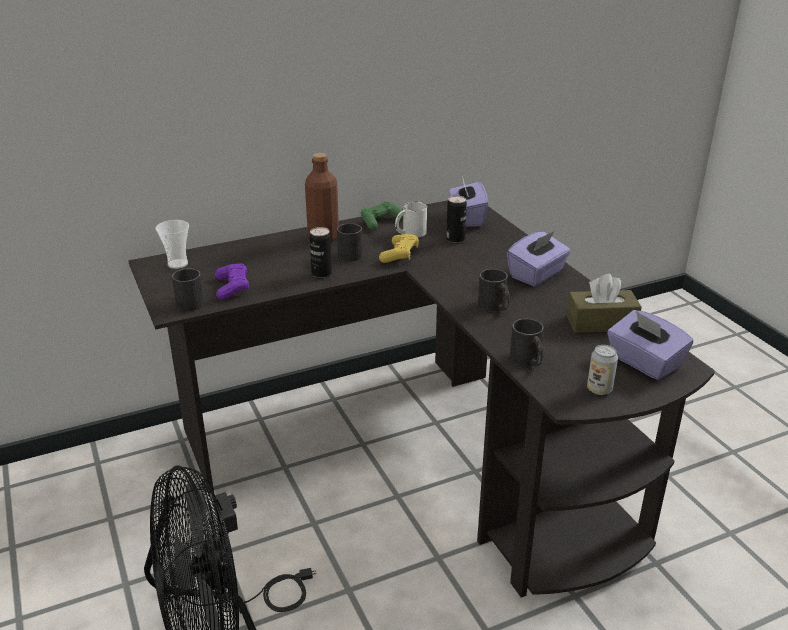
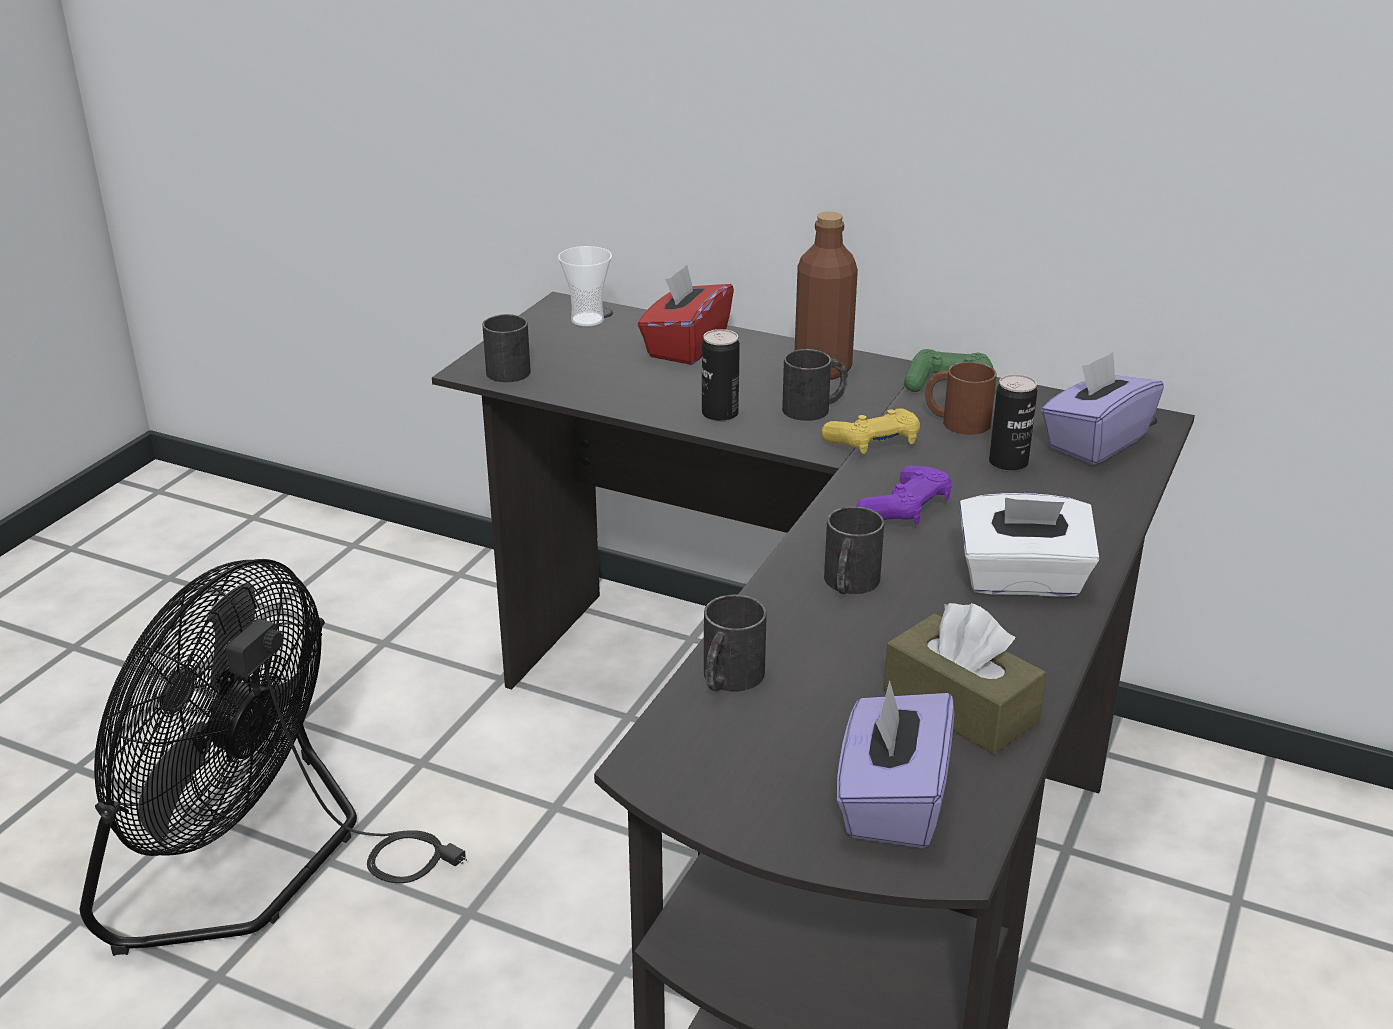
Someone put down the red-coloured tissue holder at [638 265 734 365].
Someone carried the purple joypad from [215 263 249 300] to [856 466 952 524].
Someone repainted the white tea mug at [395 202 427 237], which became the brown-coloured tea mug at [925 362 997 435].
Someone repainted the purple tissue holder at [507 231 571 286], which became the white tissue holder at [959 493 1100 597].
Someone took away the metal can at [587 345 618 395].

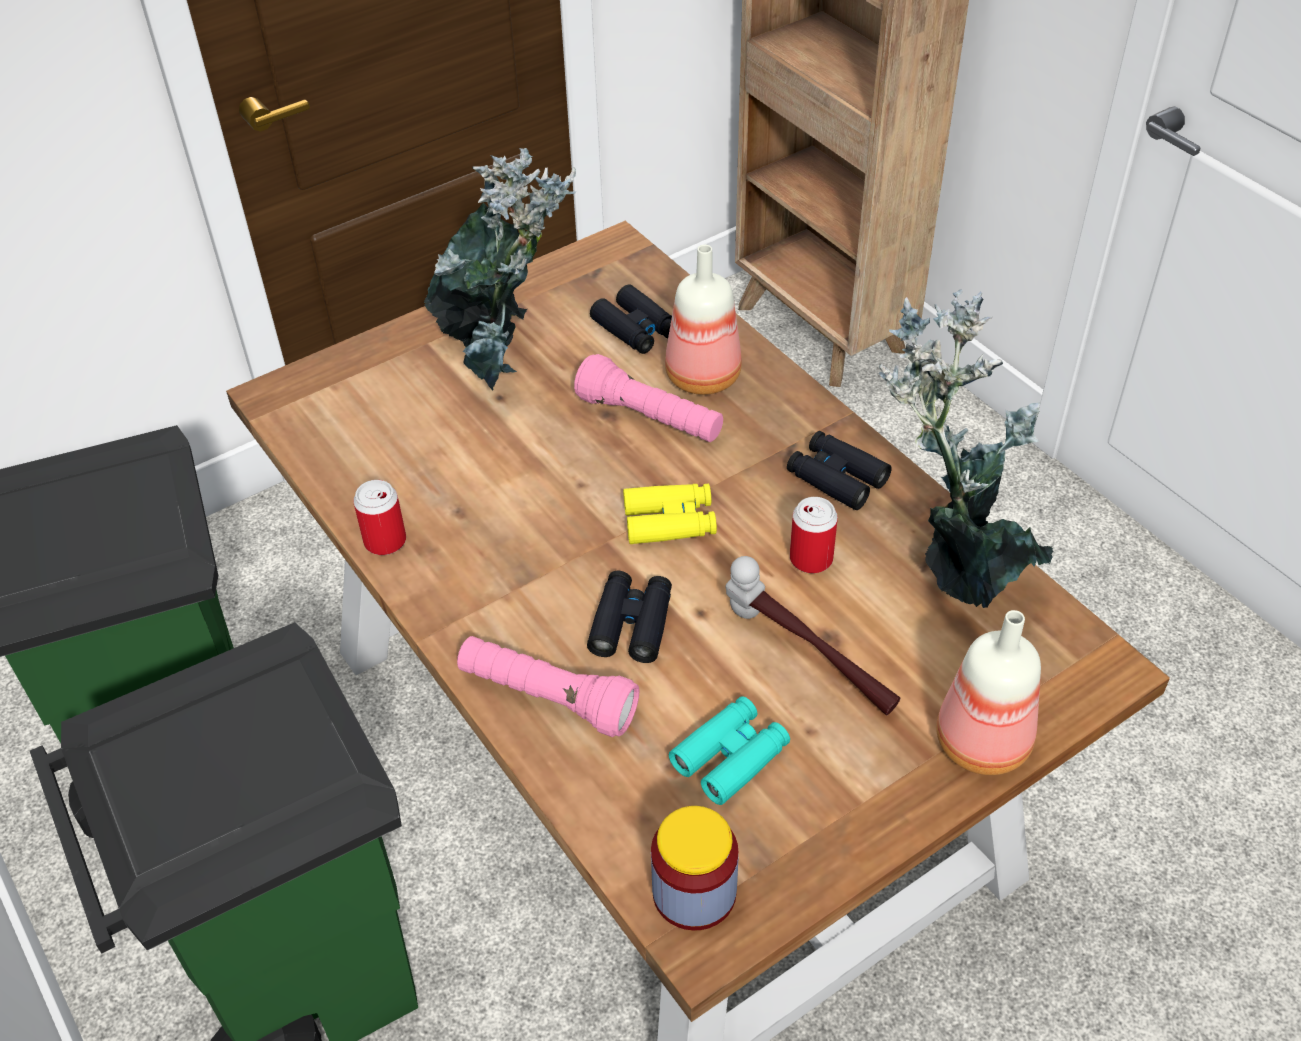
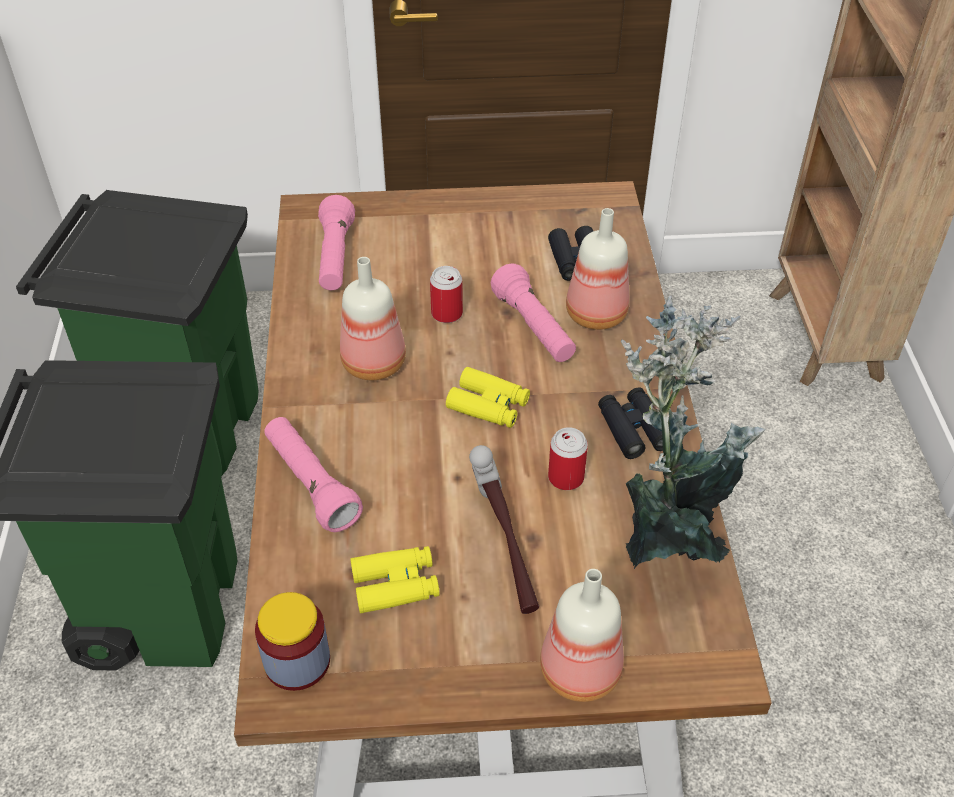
Someone put down the pink-coloured hand torch at [318 195 355 290].
Someone put down the bottle at [340 257 406 380].
Someone repainted the turquoise field glasses at [669 696 790 805], which became the yellow-coloured field glasses at [350 546 440 613].
Someone carried the metal can from [353 480 406 555] to [430 266 463 323].
Someone took away the plant in a pot at [424 148 577 390].
Someone took away the blackish field glasses at [587 571 672 663].

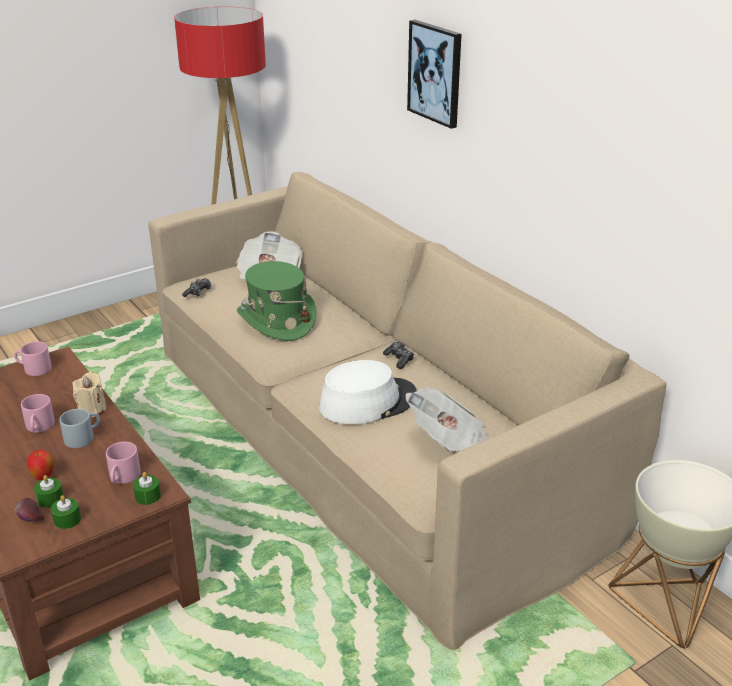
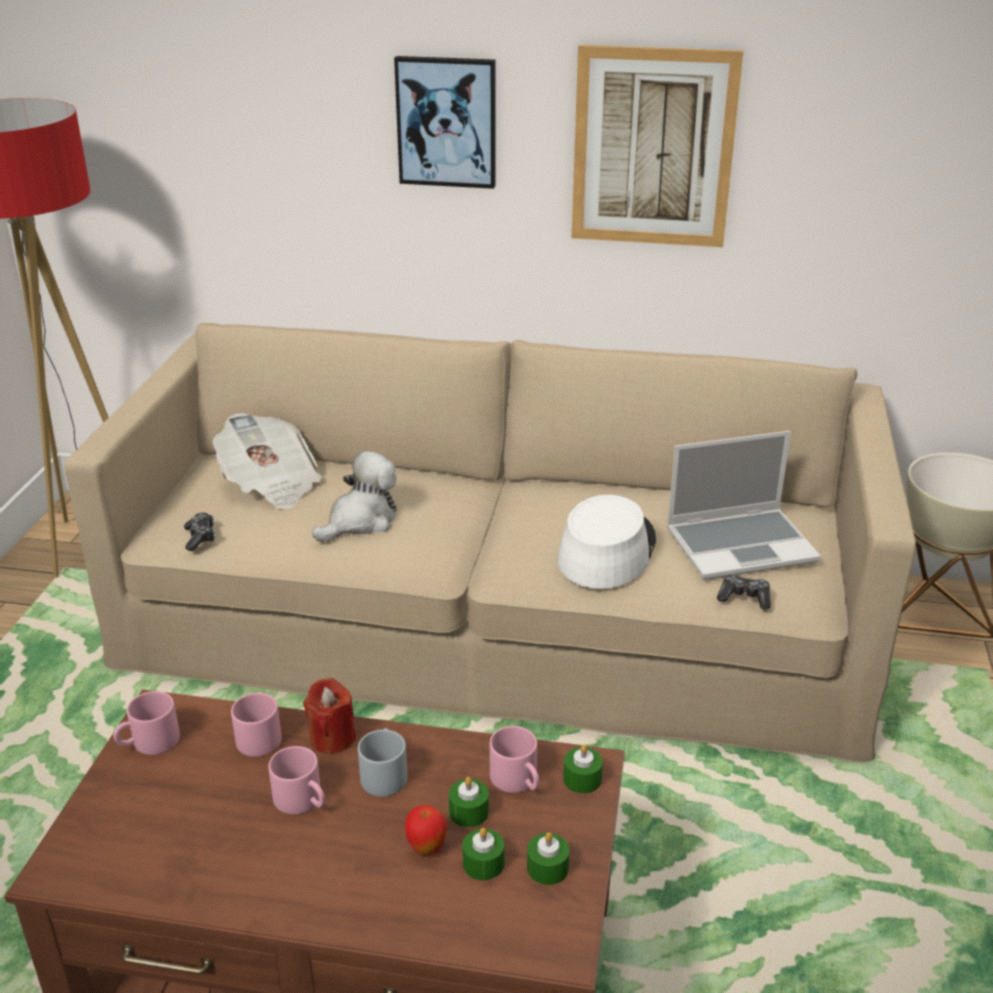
Someone put down the pink-coloured tea mug at [231 692 282 757].
Someone repainted the beige-coloured candle at [72 372 106 418], which became the red-coloured candle at [303 678 356 754].
Someone swapped the greenish hat at [237 261 317 341] for the soft toy at [312 451 397 542].
Someone put down the greenish candle at [449 777 489 827].
Someone put up the wall art at [572 45 743 247].
Someone swapped the daily paper at [405 387 488 452] for the laptop at [667 431 821 580].
Someone carried the joypad from [383 342 414 369] to [717 574 771 609].
Someone took away the apple fruit at [15 498 44 522].

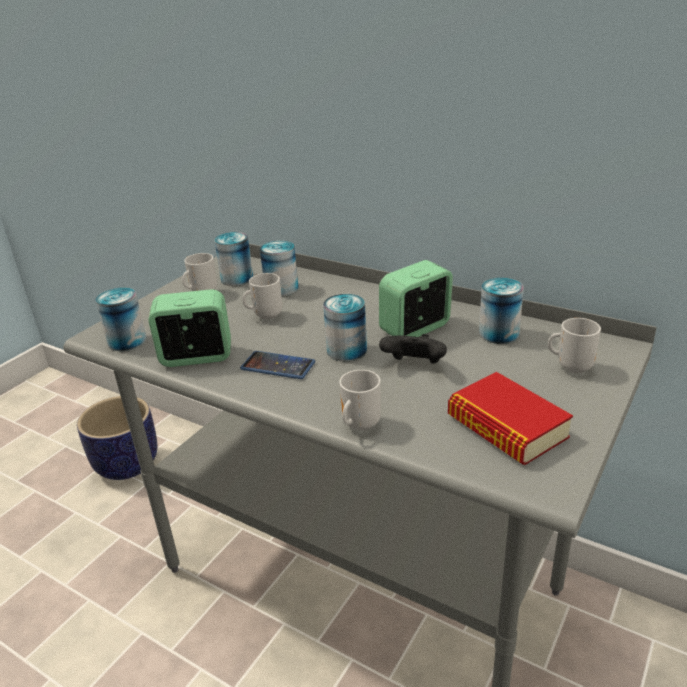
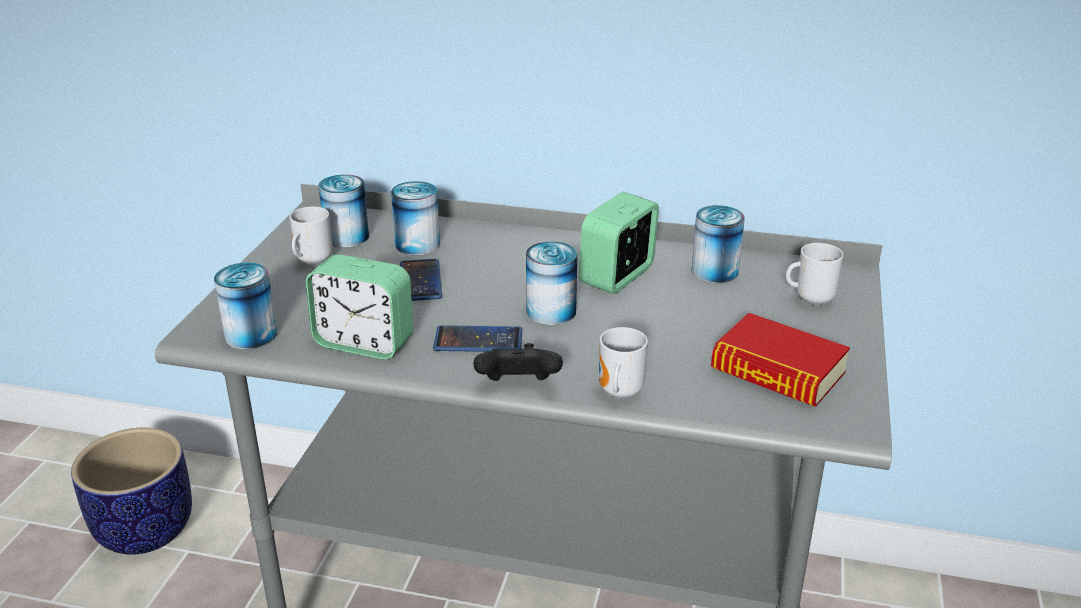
Someone rotated the bedside clock at [148 289 231 367] by 135 degrees counterclockwise.
Someone swapped the tea mug at [242 273 282 320] for the phone at [400 259 442 301].
Someone carried the blackish joypad from [379 334 447 364] to [473 343 563 381].

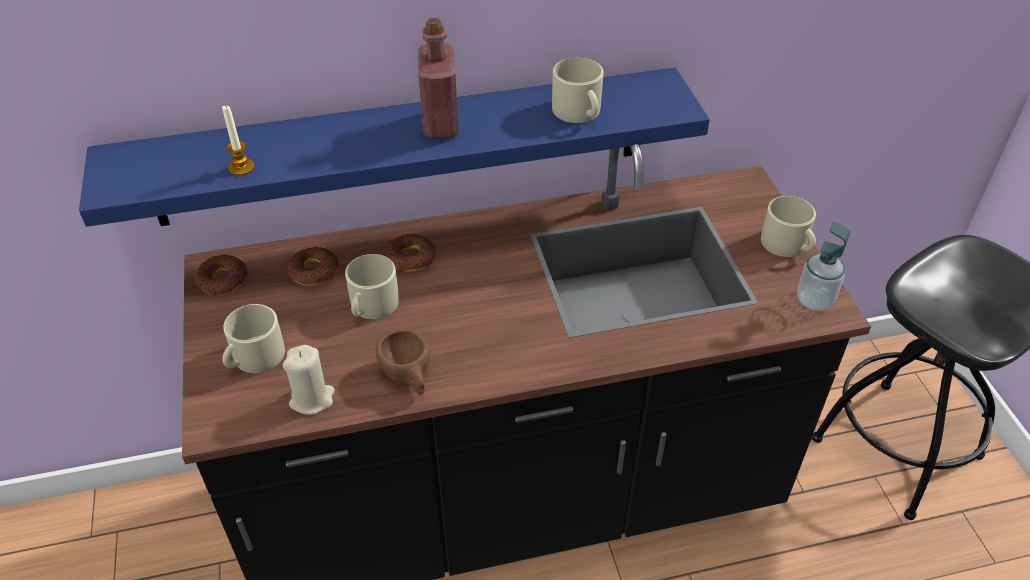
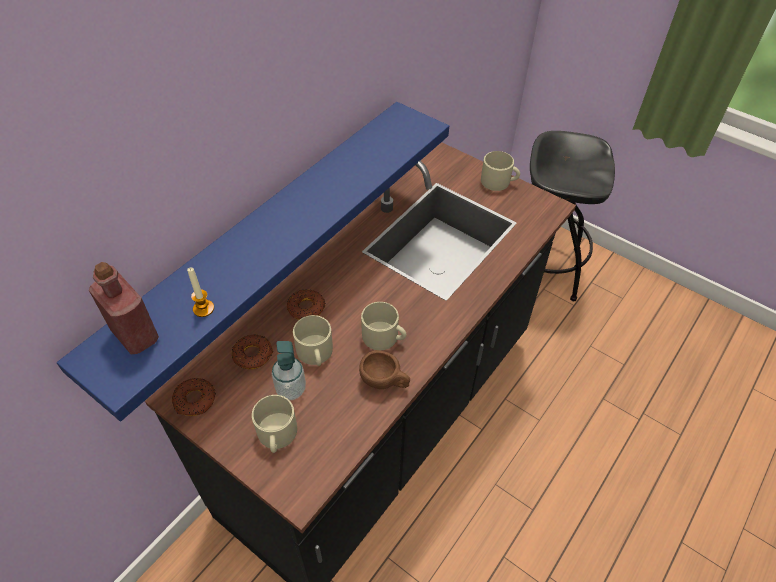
Someone carried the red-coloured bottle from [418 18 459 138] to [89 262 159 355].
Someone carried the soap dispenser from [797 222 850 311] to [272 341 306 400].
Someone carried the beige-coloured tea mug from [552 58 604 123] to [361 302 407 350].
Someone took away the beige-coloured candle at [283 345 335 415].

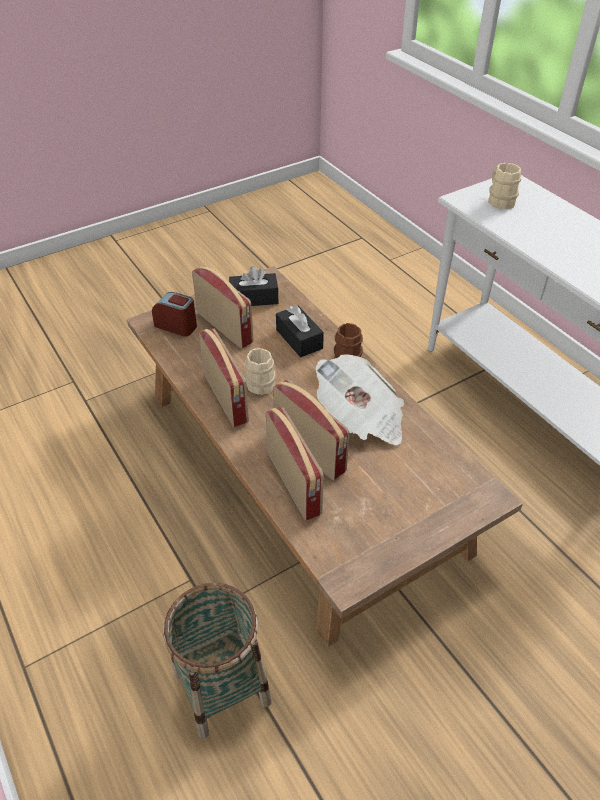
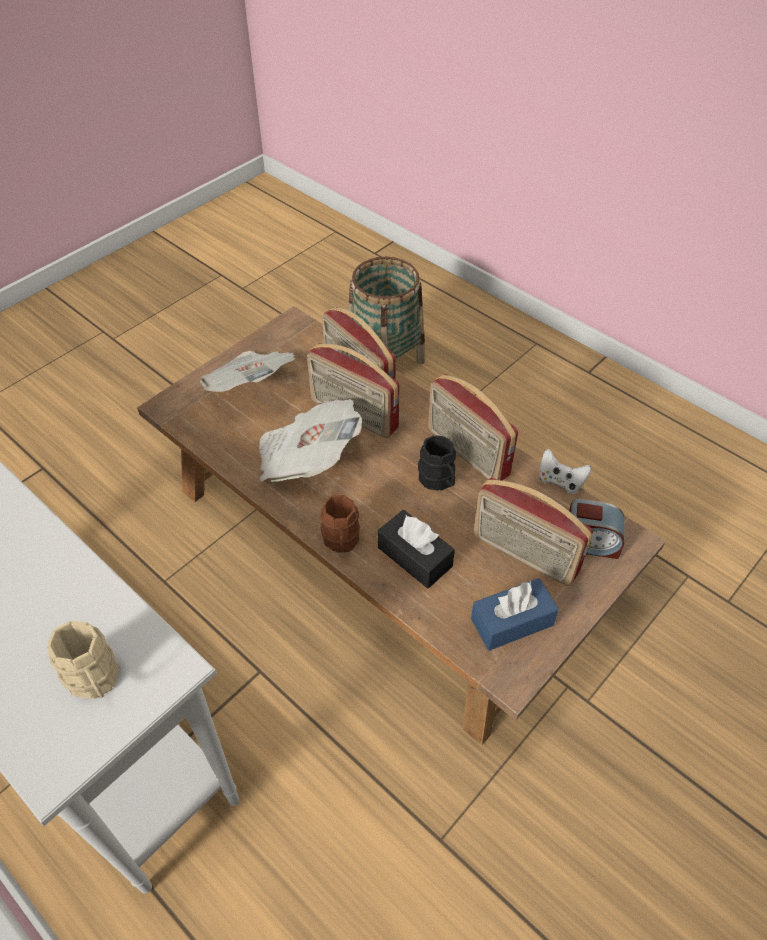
Someone put down the daily paper at [200 351 295 392].
Someone repainted the beige-coloured tea mug at [245 348 276 395], which became the blackish tea mug at [418 435 456 491].
Someone repainted the blackish tissue holder at [229 266 279 306], which became the bluish tissue holder at [471 578 559 651].
Someone put down the white joypad at [539 449 591 494].

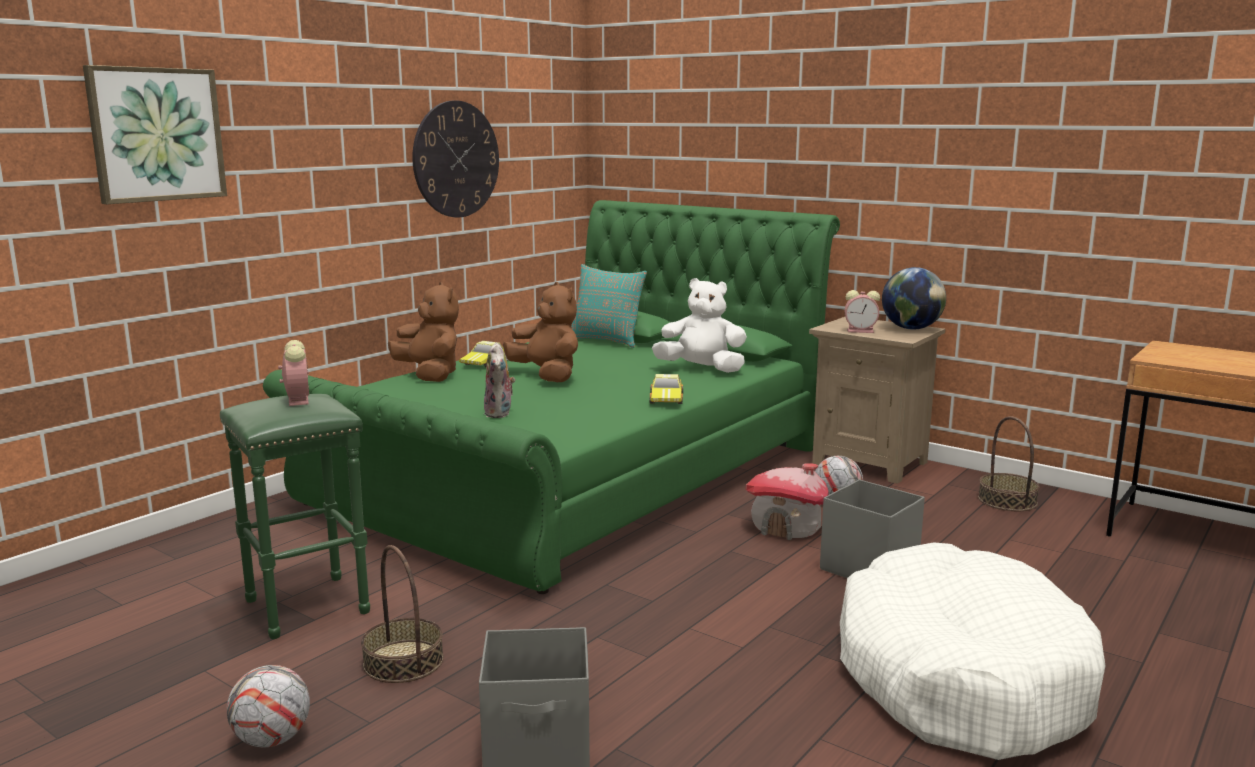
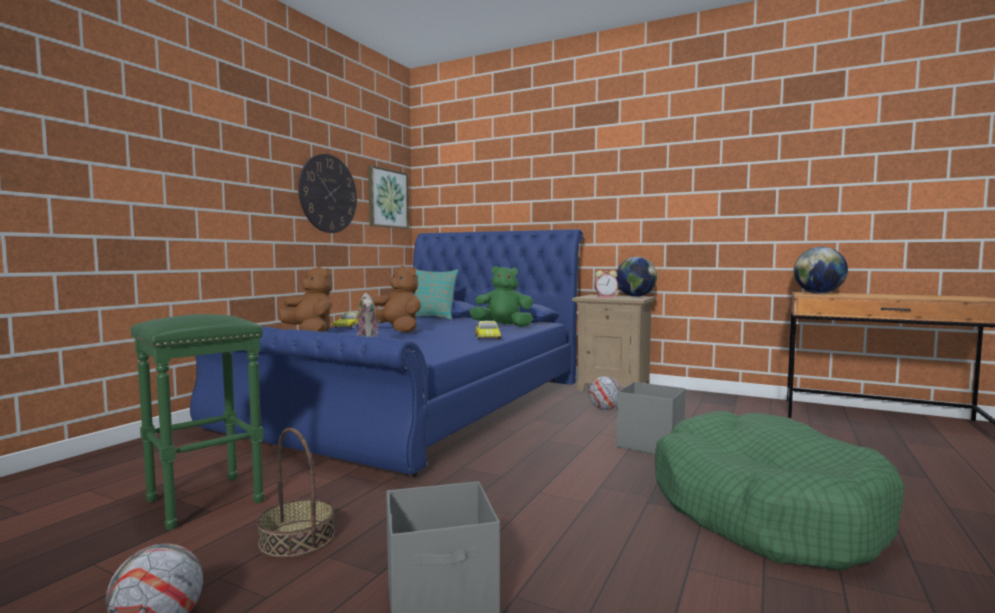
Someone repainted the greenish sleeping bed at [263 200 840 594], which became the bluish sleeping bed at [190 229 583 478].
Someone carried the wall art from [83 65 227 204] to [368 165 409 229].
Someone repainted the white soft toy at [652 278 747 373], which became the greenish soft toy at [469 266 533 327].
Someone repainted the white pet bed at [840 542 1106 760], which became the greenish pet bed at [655 411 905 571].
Someone put down the desk globe at [794 247 848 294].
Someone took away the bedside clock at [278 340 309 406].
Someone took away the toy house at [745 463 828 540].
Someone took away the household basket at [978 416 1040 511].

